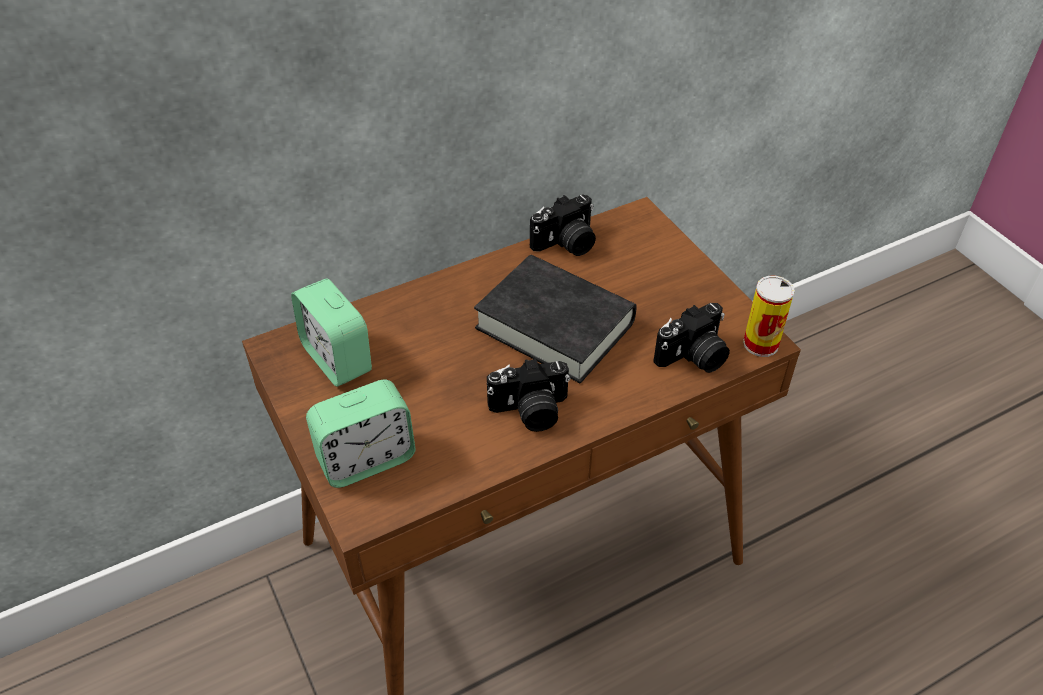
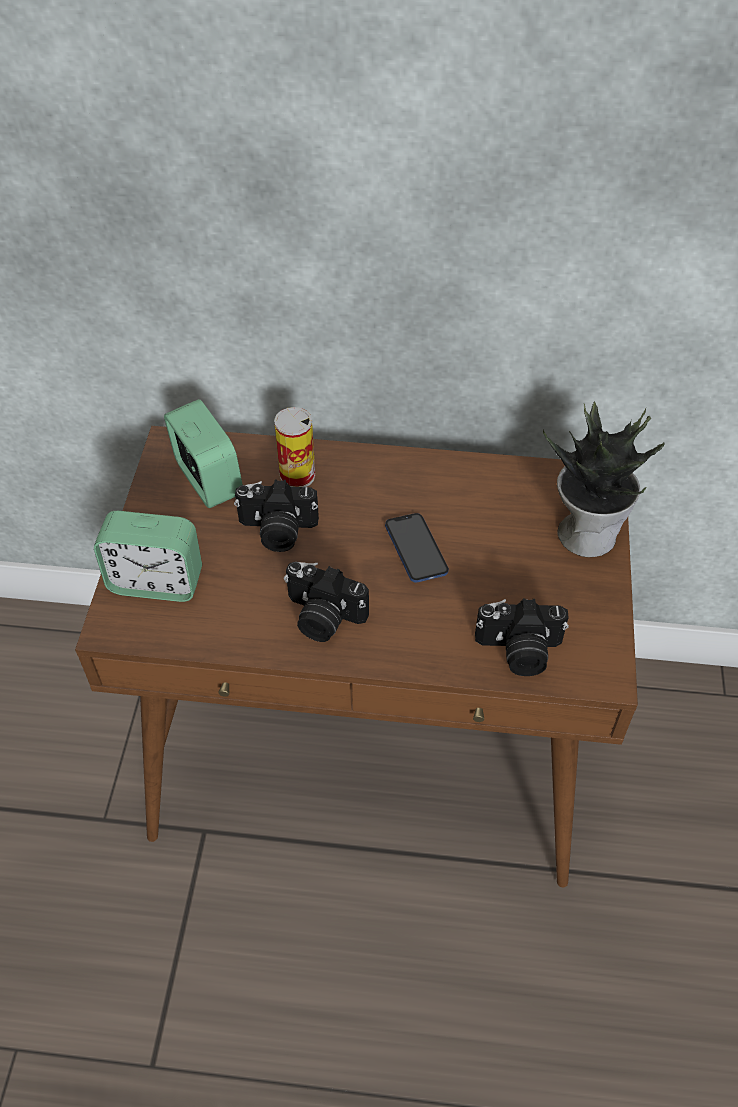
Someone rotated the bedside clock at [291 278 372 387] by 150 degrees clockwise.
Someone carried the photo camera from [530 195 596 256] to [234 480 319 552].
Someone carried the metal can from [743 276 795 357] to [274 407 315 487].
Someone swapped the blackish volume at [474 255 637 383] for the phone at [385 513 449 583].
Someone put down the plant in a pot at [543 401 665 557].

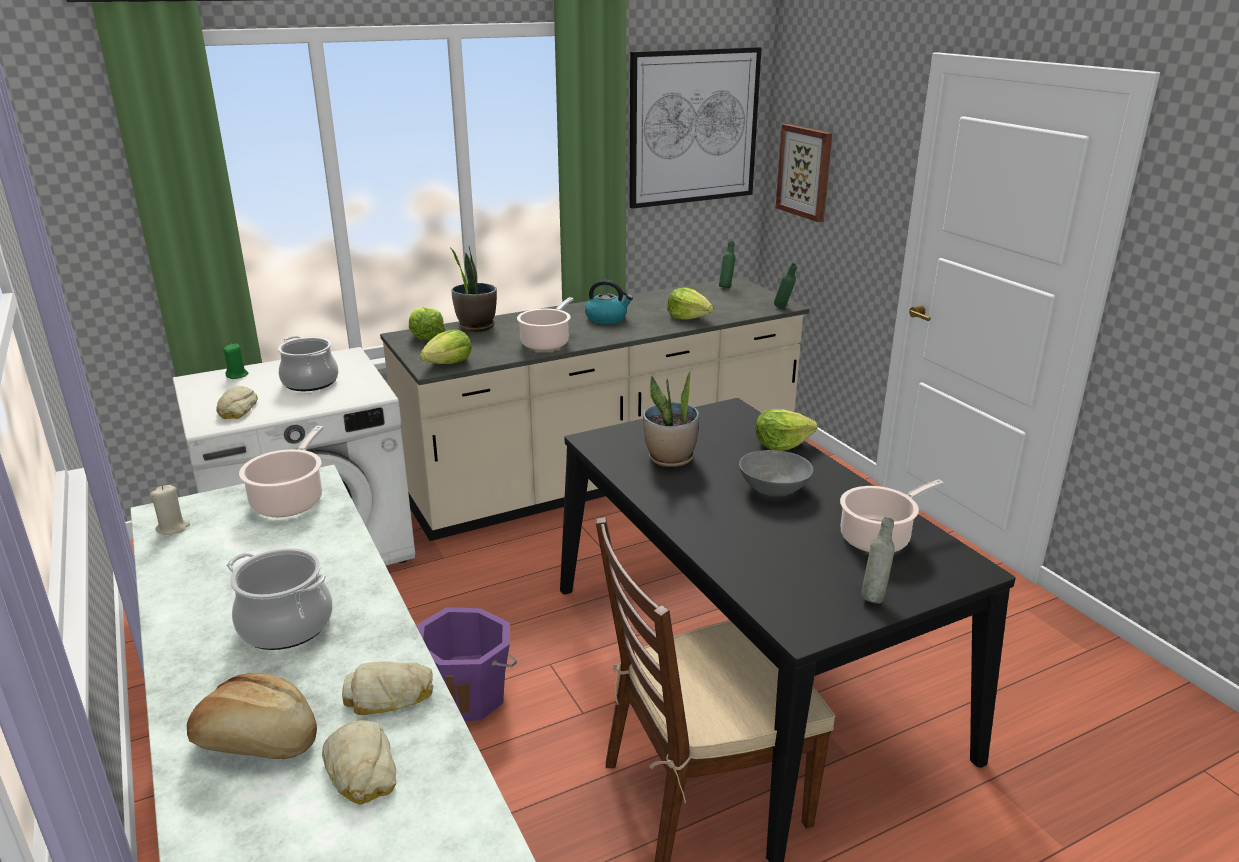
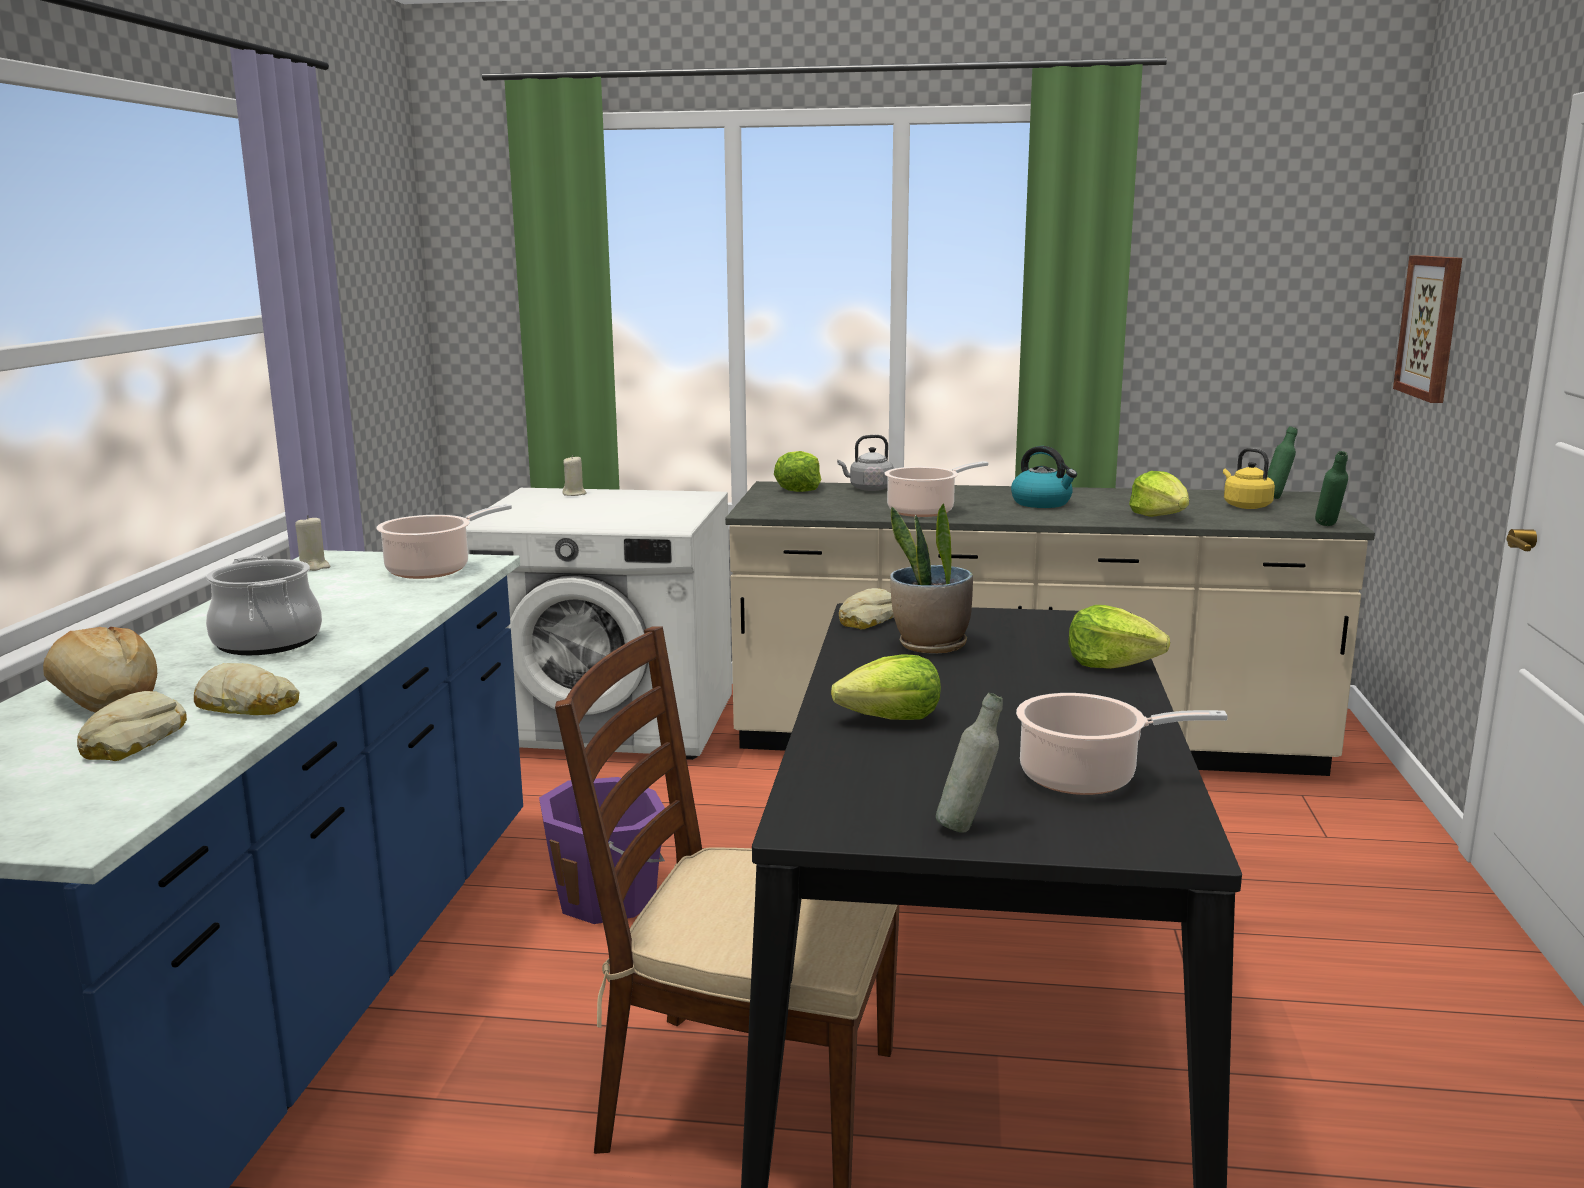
Someone repainted the greenish candle at [223 344 248 379], which became the beige-coloured candle at [563 455 587 496].
Someone carried the lettuce from [420 330 472 364] to [831 655 941 720].
Someone swapped the plant in a pot at [450 246 497 332] for the greyish water kettle at [837 435 894 491].
Someone carried the baked bread from [216 386 258 419] to [839 588 894 629].
Someone put down the yellow-coloured water kettle at [1223 448 1275 509].
Someone took away the saucepot at [278 336 338 391].
Someone took away the wall art at [629 47 762 209].
Someone took away the greyish deep dish at [739 450 813 496].

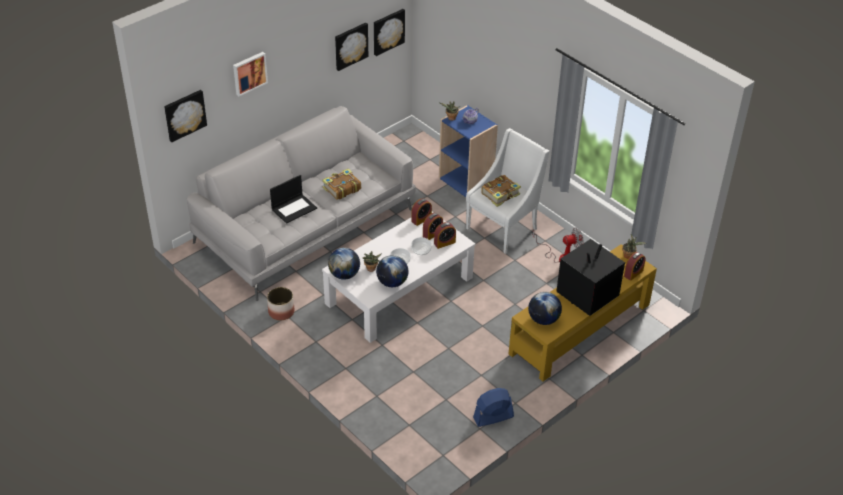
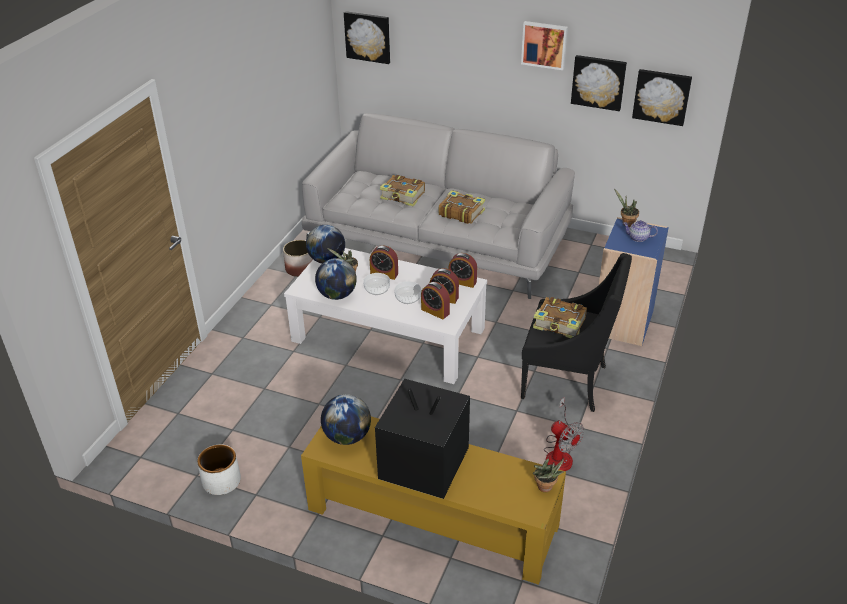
Someone swapped the bluish electric fan at [473 388 514 427] for the white flower pot at [197 444 241 495].
Someone carried the bedside clock from [624 252 646 281] to [370 245 398 280].
Someone swapped the laptop at [270 175 317 224] for the volume at [380 175 425 206].
Someone carried the wall art from [233 52 268 96] to [521 21 568 70].
Someone repainted the white armchair at [466 128 550 254], which became the blackish armchair at [521 253 632 412].

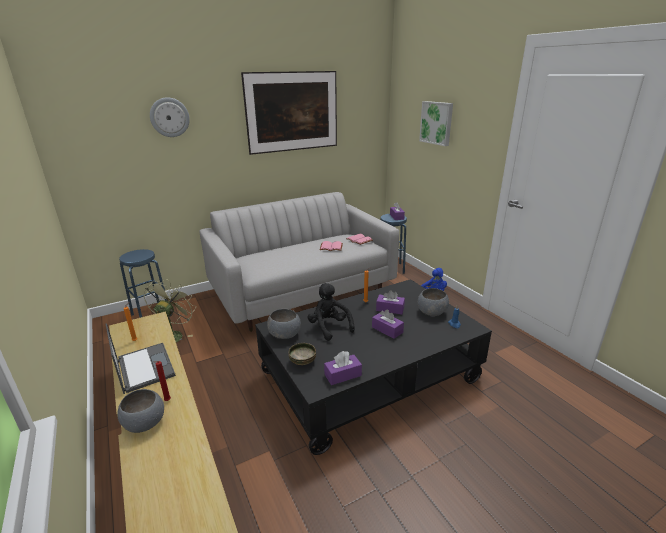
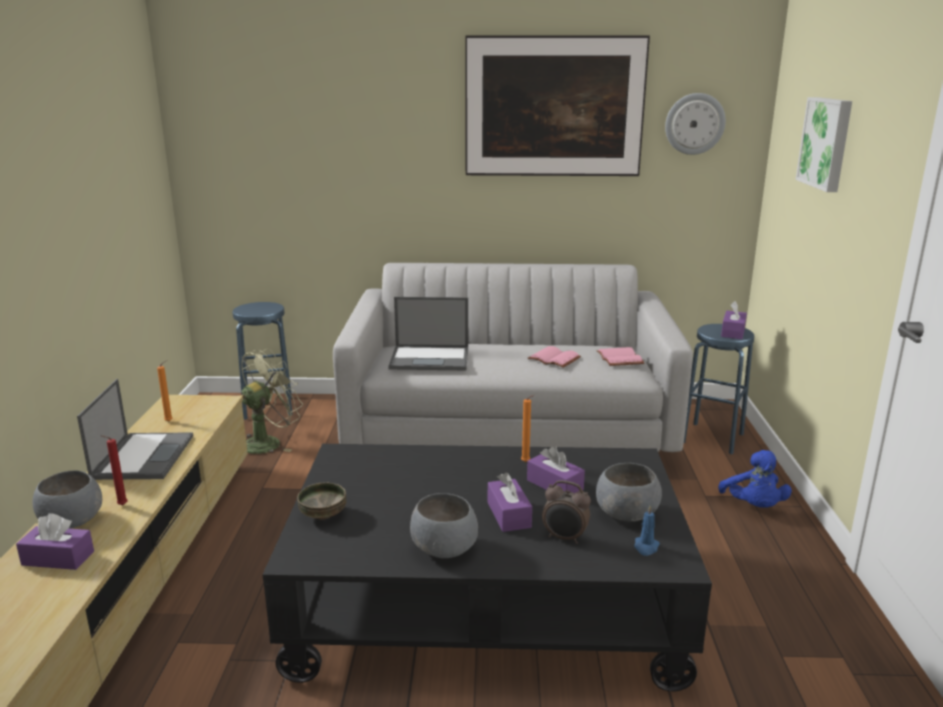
Someone carried the purple tissue holder from [324 351 362 385] to [16 514 94 570].
Someone put down the laptop at [389 297 468 370].
Someone carried the greyish deep dish from [267 309 301 339] to [410 493 478 558].
Someone put down the bedside clock at [542 480 591 544].
Someone carried the hanging clock from [150 97 190 137] to [665 93 726 155].
Someone took away the blackish soft toy at [307 283 355 341].

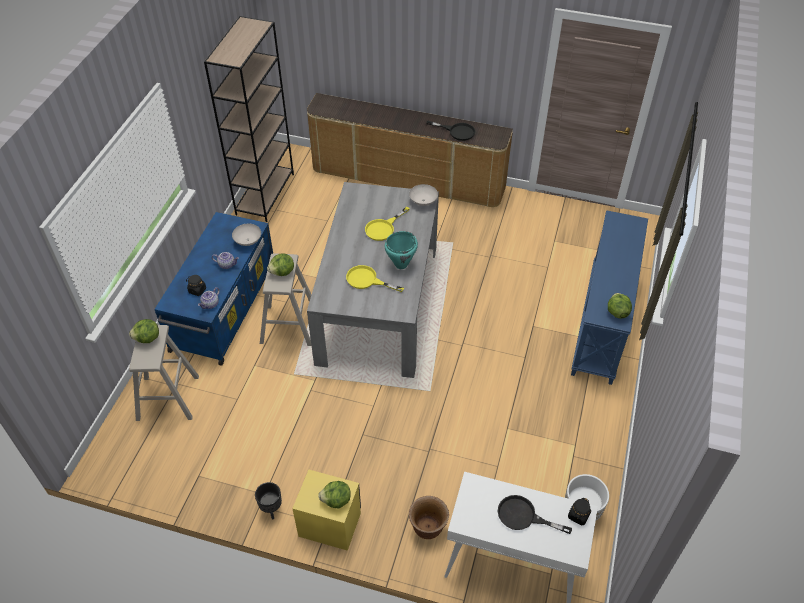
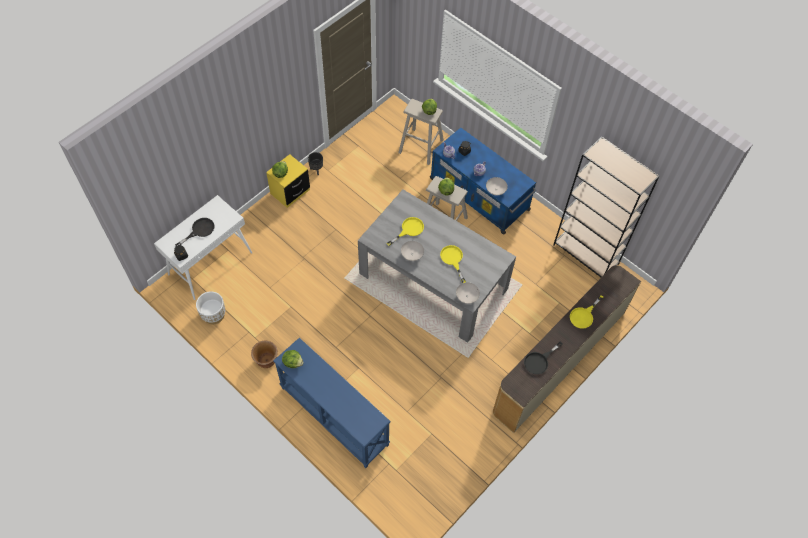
Someone carried the brown-coloured flower pot from [409 496 449 539] to [251 341 278 368].
Someone swapped the turquoise saucepot at [385 231 418 269] for the white deep dish at [401 241 424 261].
Someone put down the yellow-coloured skillet at [570 295 604 329].

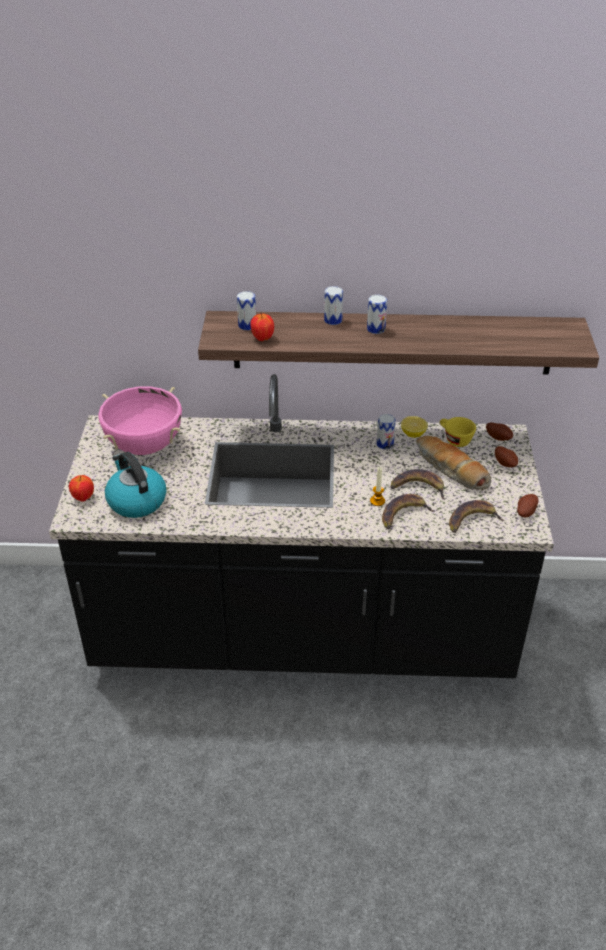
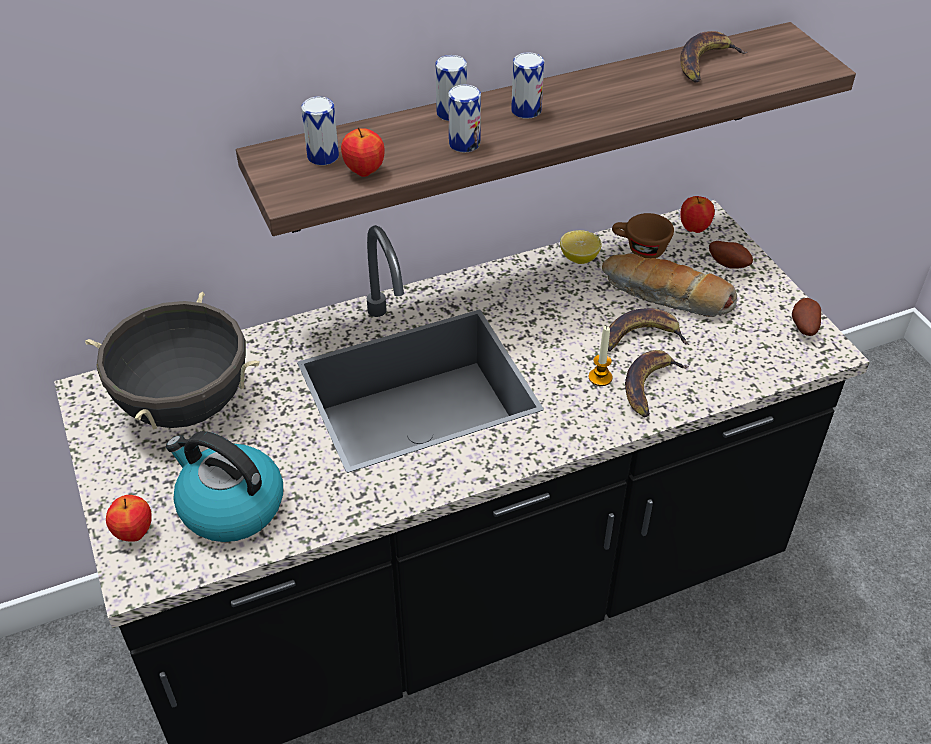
Someone repainted the pink-coloured saucepot at [98 386 182 455], which became the blackish saucepot at [85 292 260 430].
Someone carried the metal can from [376 414 396 449] to [448 84 481 153].
Someone repainted the yellow-coloured drinking cup at [440 417 476 447], which became the brown-coloured drinking cup at [612 213 674 258].
Someone carried the whole banana from [449 500 504 533] to [680 31 747 82].
Someone swapped the whole potato at [486 422 513 441] for the apple fruit at [680 196 715 233].

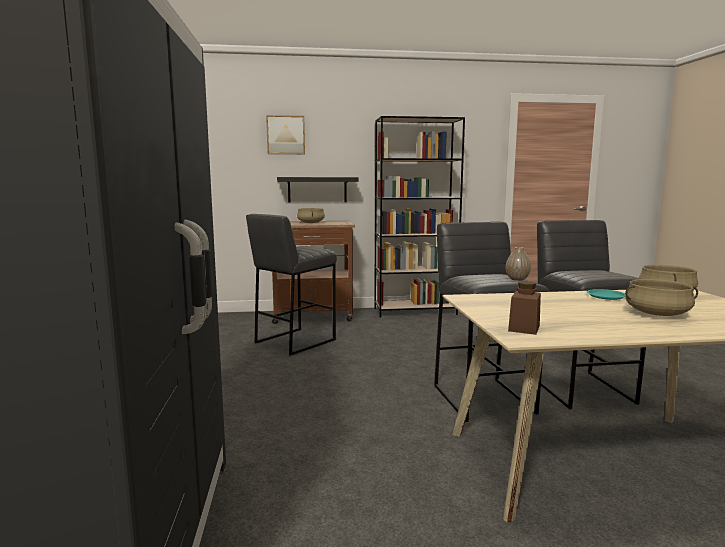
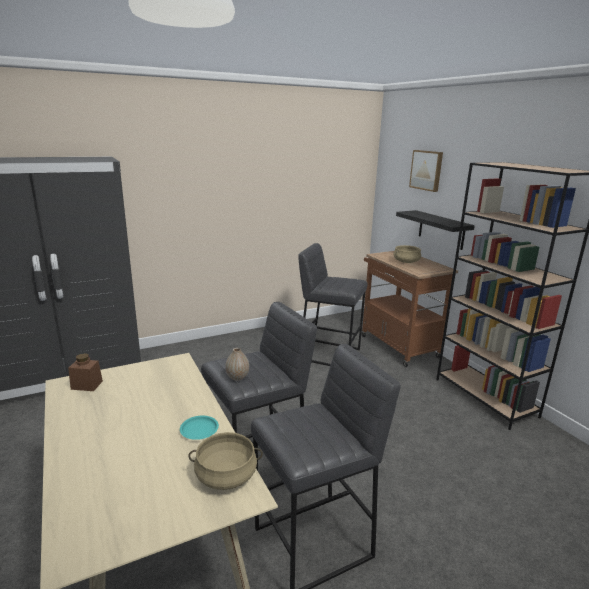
Someone took away the beige-coloured saucepot at [625 279 698 316].

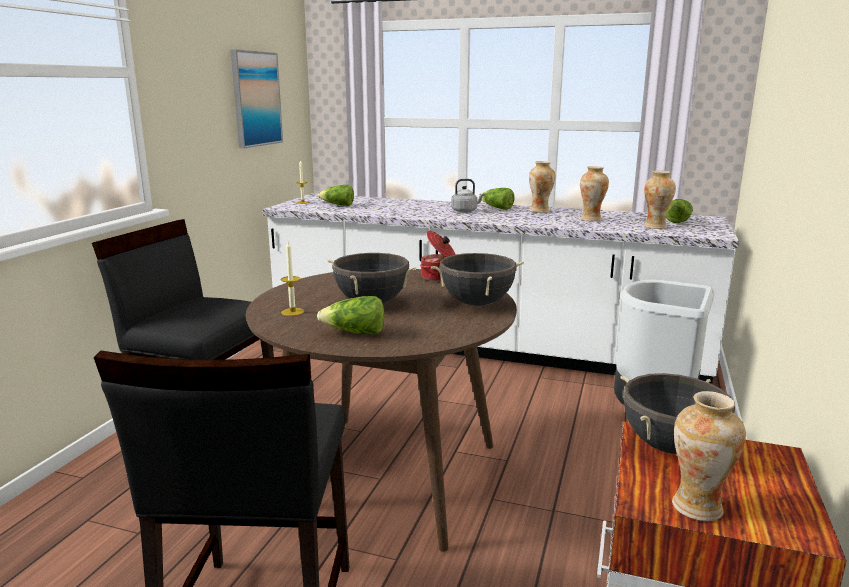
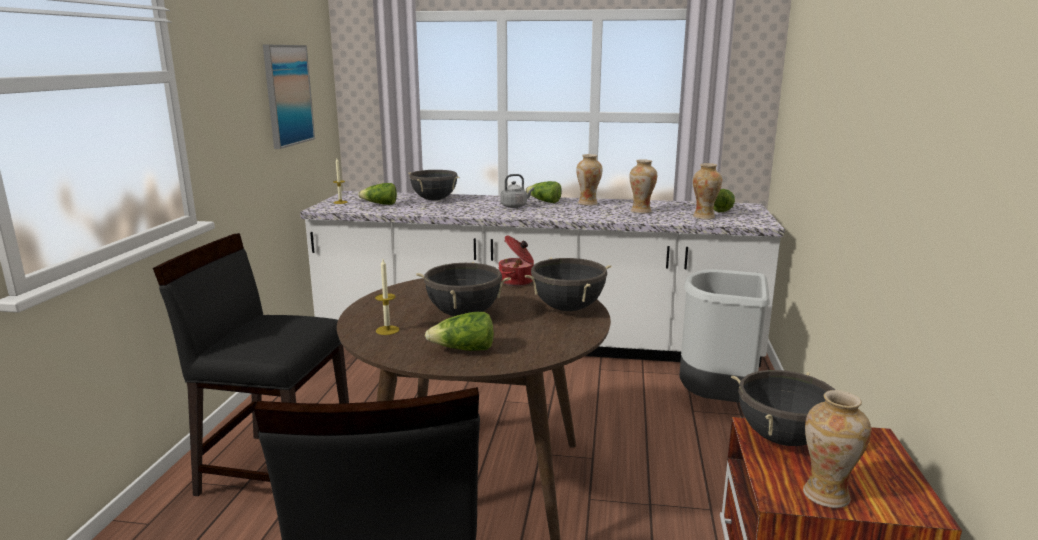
Someone put down the blackish saucepot at [408 170 460 201].

